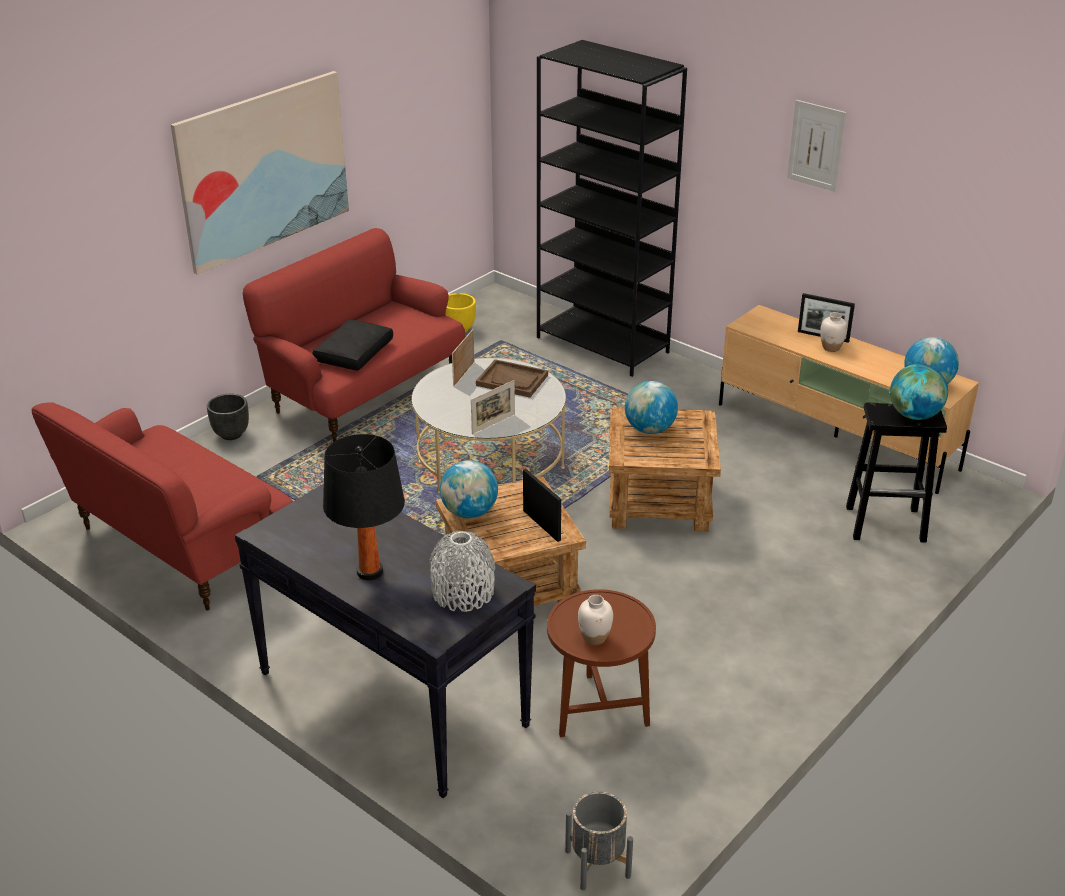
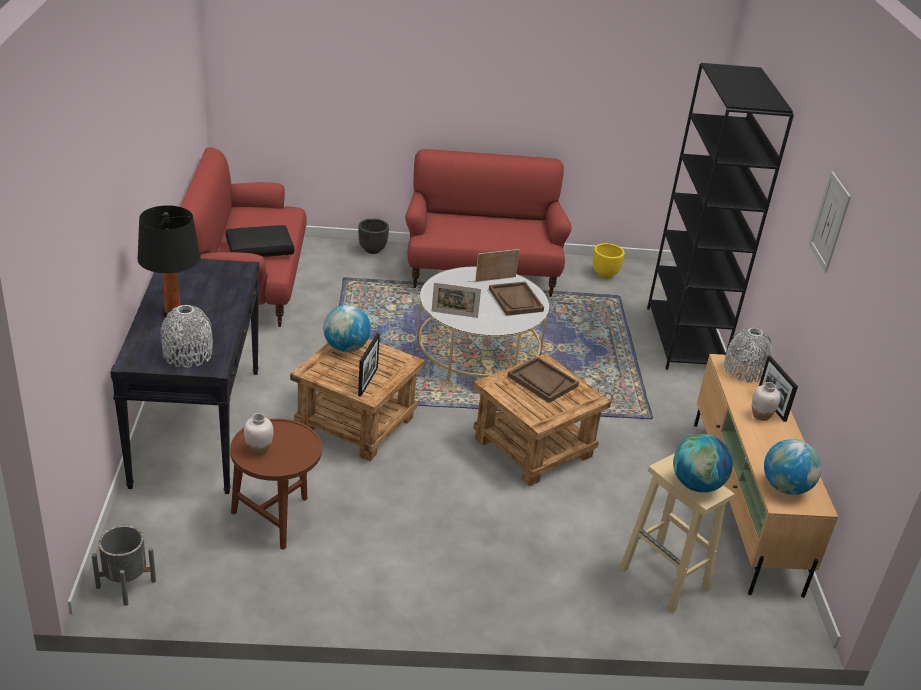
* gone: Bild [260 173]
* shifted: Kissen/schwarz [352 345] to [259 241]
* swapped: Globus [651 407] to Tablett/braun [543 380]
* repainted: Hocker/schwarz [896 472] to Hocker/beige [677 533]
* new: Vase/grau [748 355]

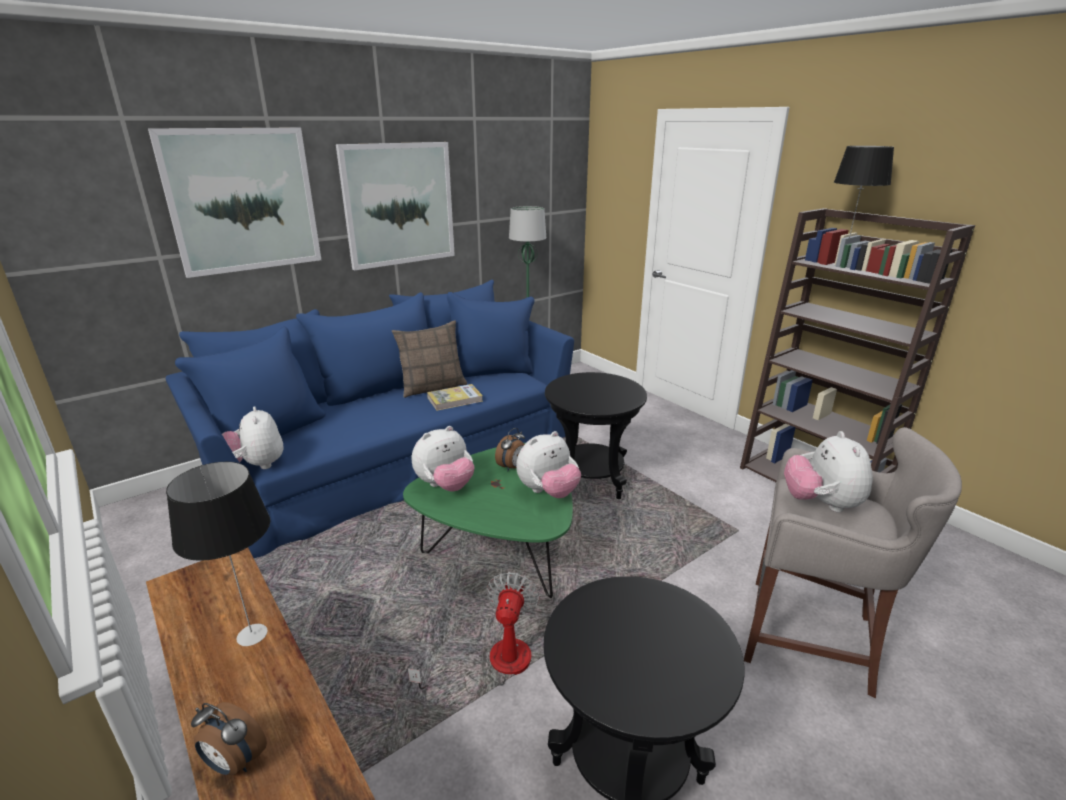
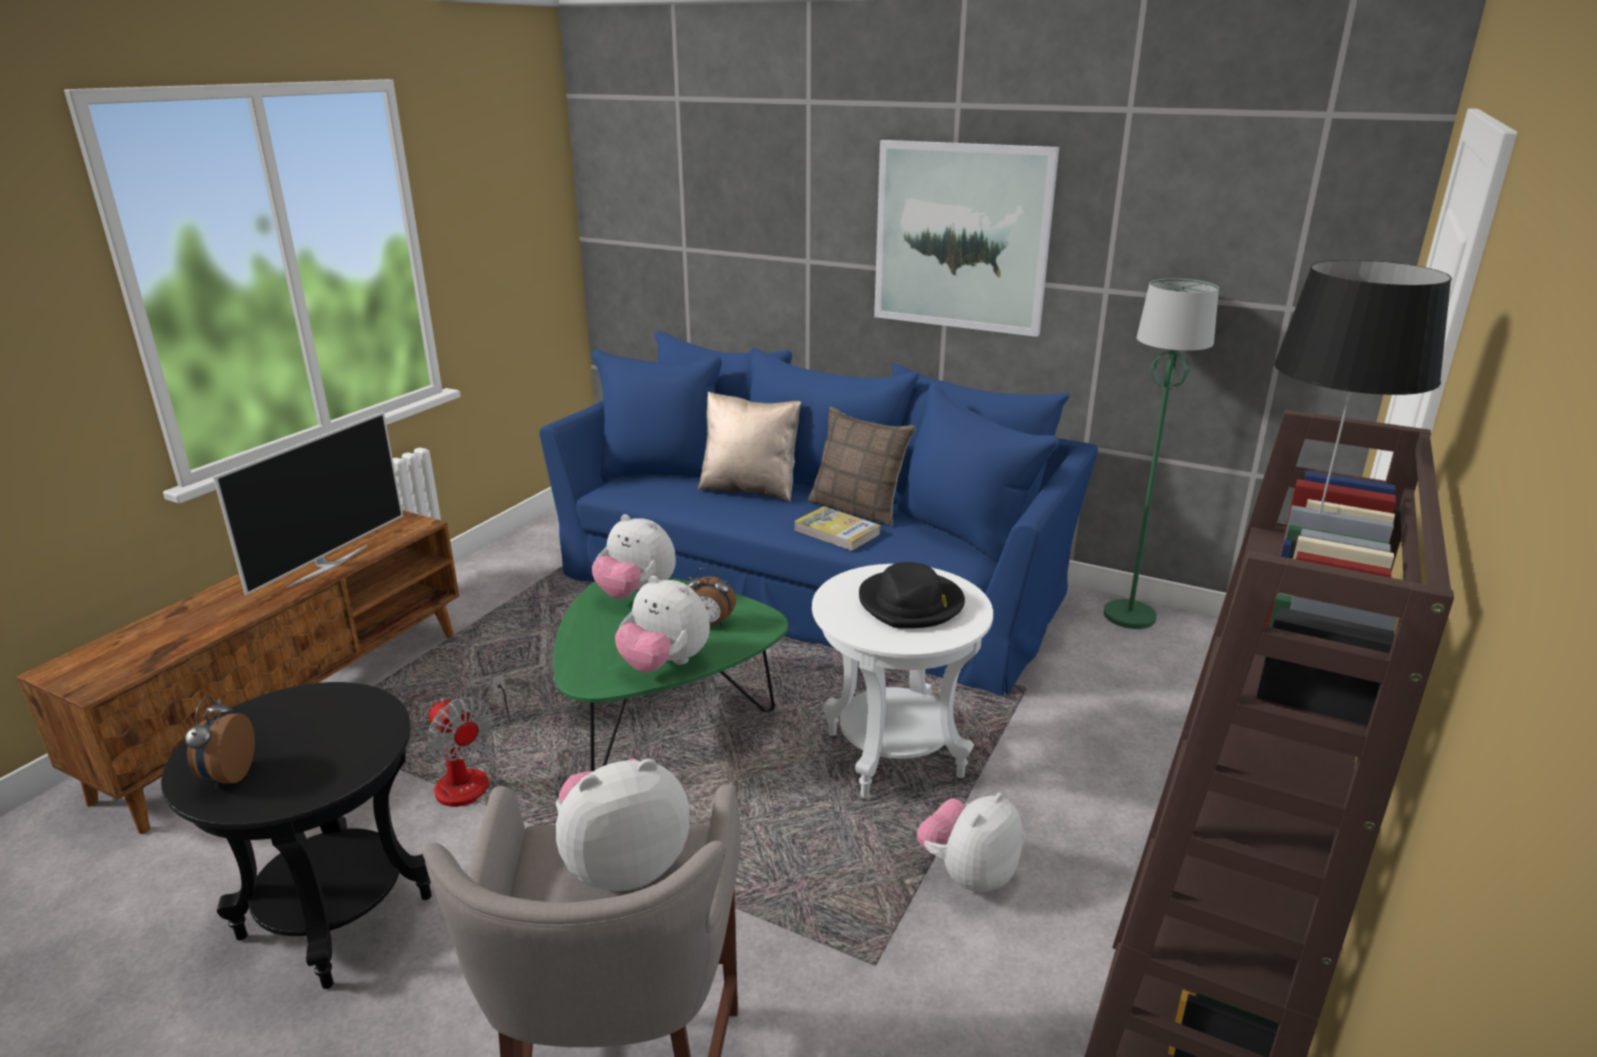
* gone: Bild [234 202]
* repainted: Beistelltisch/schwarz [596 435] to Beistelltisch/weiß [902 680]
* shifted: Plüschtier [253 437] to [970 842]
* swapped: Tischlampe [218 554] to Fernseher [308 503]
* rotated: Ventilator [474 632] = [469 740] 60 degrees clockwise
* shifted: Wecker [229 738] to [220 742]
* new: Kissen/beige [749 446]
* new: Hut/schwarz [912 595]

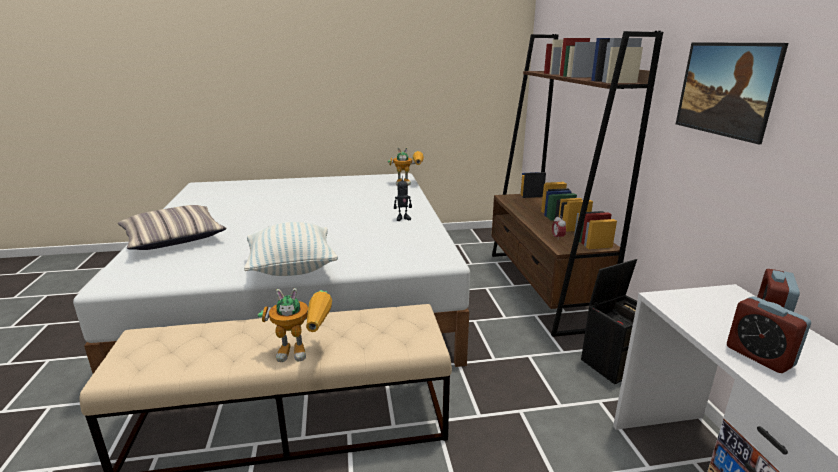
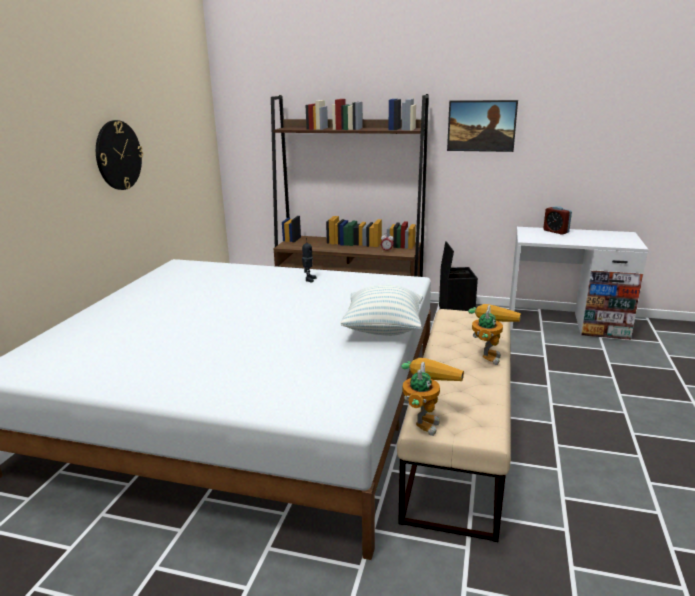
* shifted: Spielzeugroboter [406 166] to [432 397]
* gone: Kissen [172 227]
* gone: Wecker [769 334]
* new: Wanduhr [119 155]

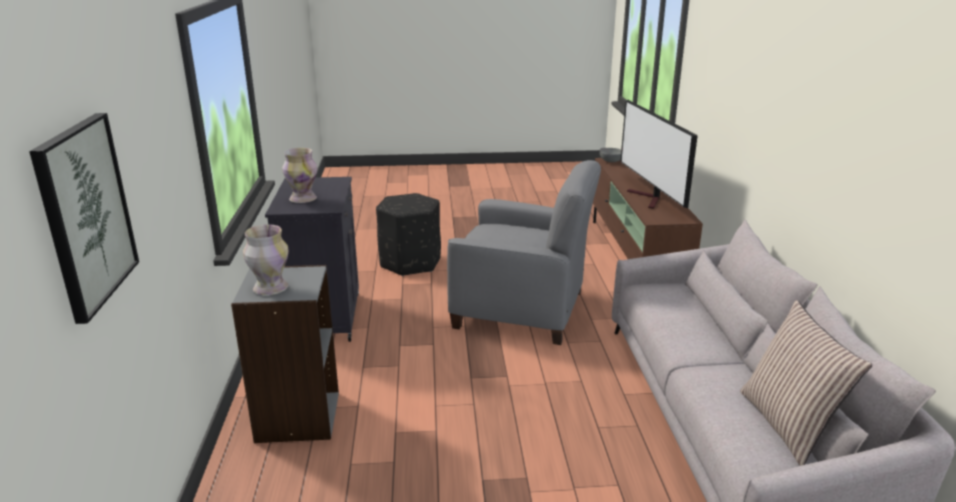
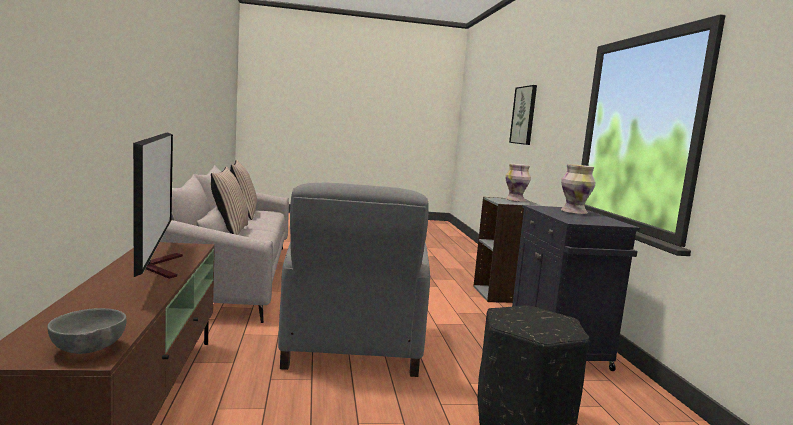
* rotated: Sessel/grau [524 252] = [354 279] 105 degrees counterclockwise
* new: Kissen [229 201]

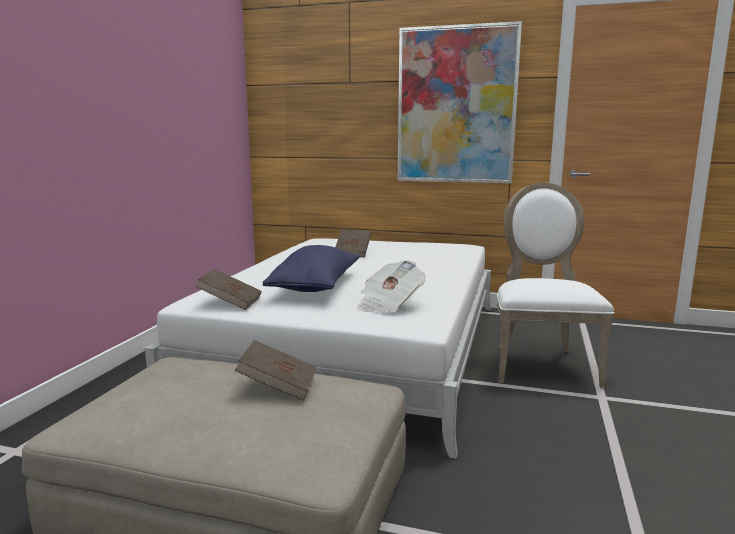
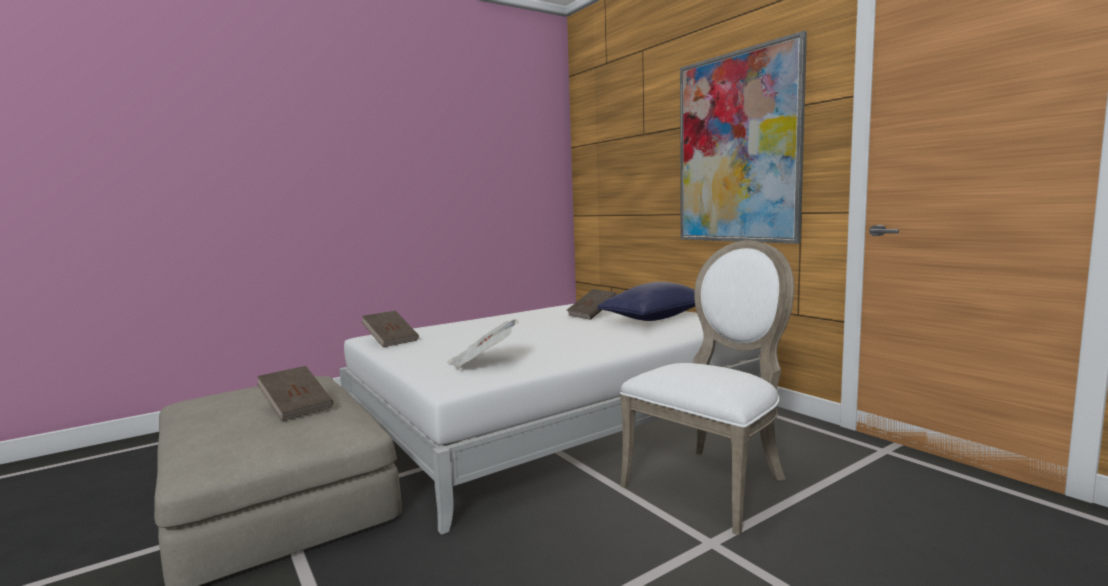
* shifted: Kissen/blau [311 268] to [646 301]

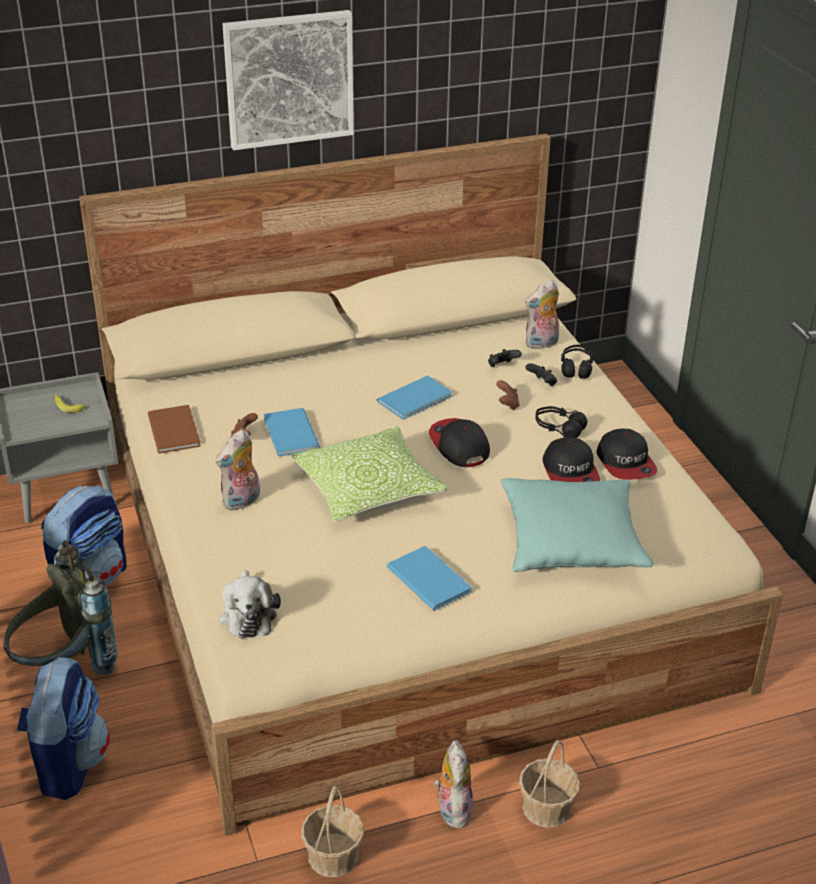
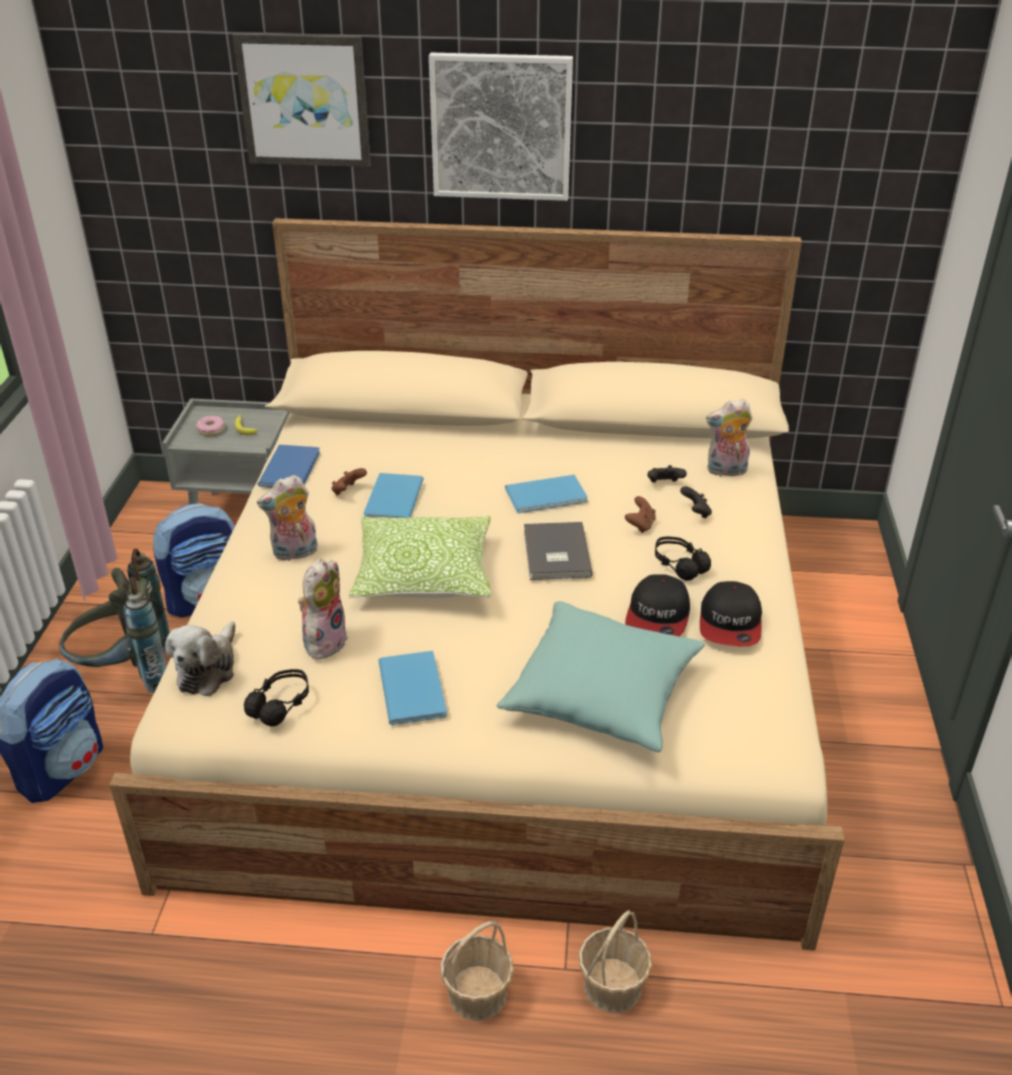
* shifted: Kopfhörer/schwarz [577 362] to [276 697]
* repainted: Buch/braun [174 429] to Buch/blau [289 466]
* swapped: Kappe [459 442] to Buch/grau [558 551]
* shifted: Plüschtier [453 785] to [323 609]
* shifted: Korb [332 831] to [615 961]
* new: Bild [301 100]
* new: Donut [210 426]

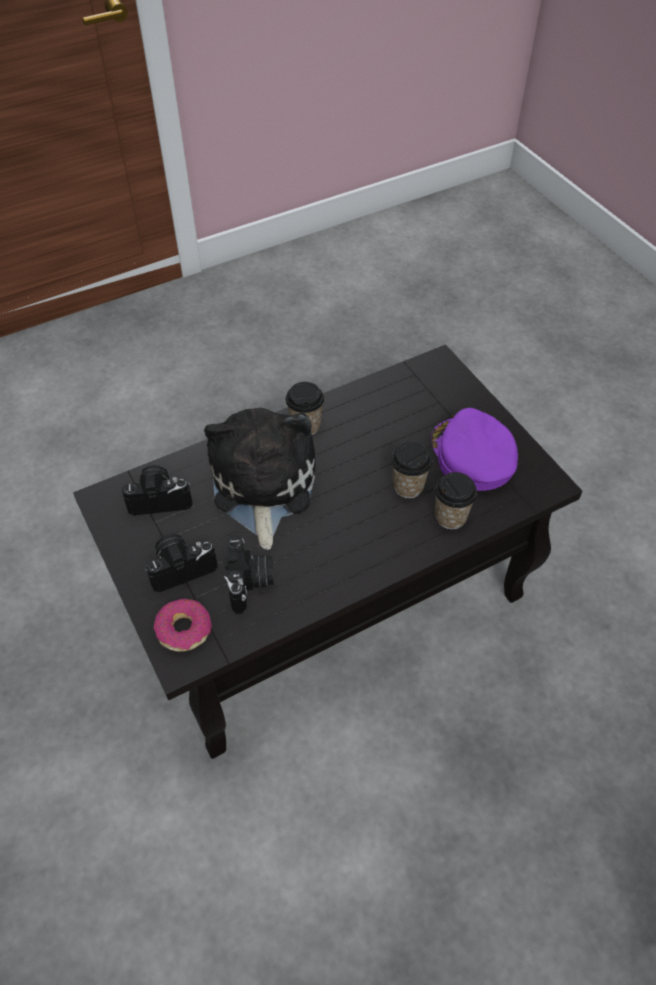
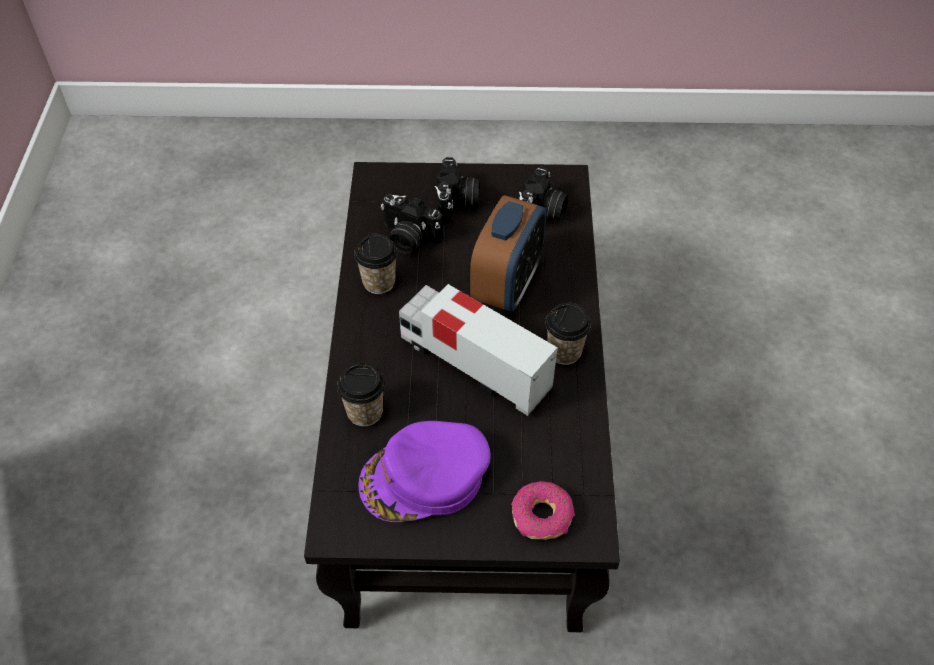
* swapped: Plüschtier [259 478] to Wecker [508 253]
* rotated: Kappe/lila [474 449] = [424 471] 150 degrees clockwise
* shifted: Tasse [411 470] to [375 264]
* shifted: Donut [183 625] to [543 510]
* new: Spielzeuglaster [478 350]

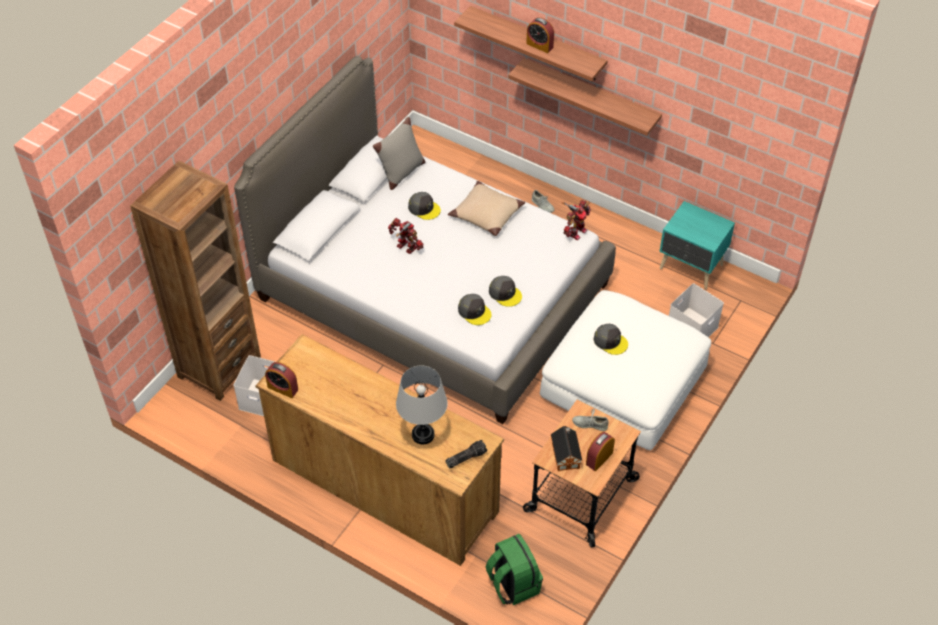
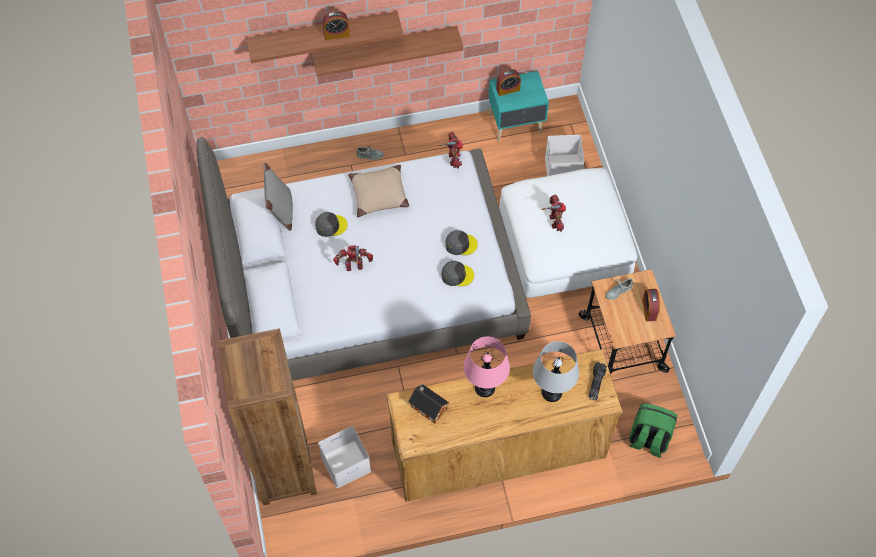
* swapped: Kappe/grau [611 339] to Spielzeugroboter [554 213]
* shifted: Wecker [281 380] to [508 82]
* shifted: Spielzeughaus [567 448] to [428 404]
* new: Tischlampe/rosa [486 367]

